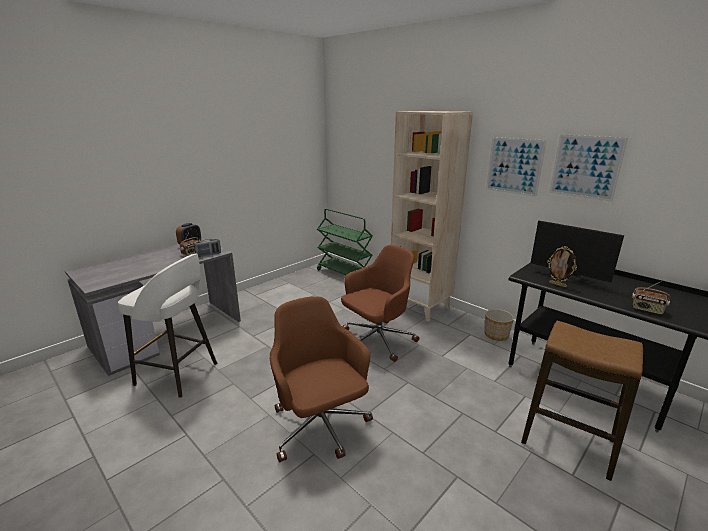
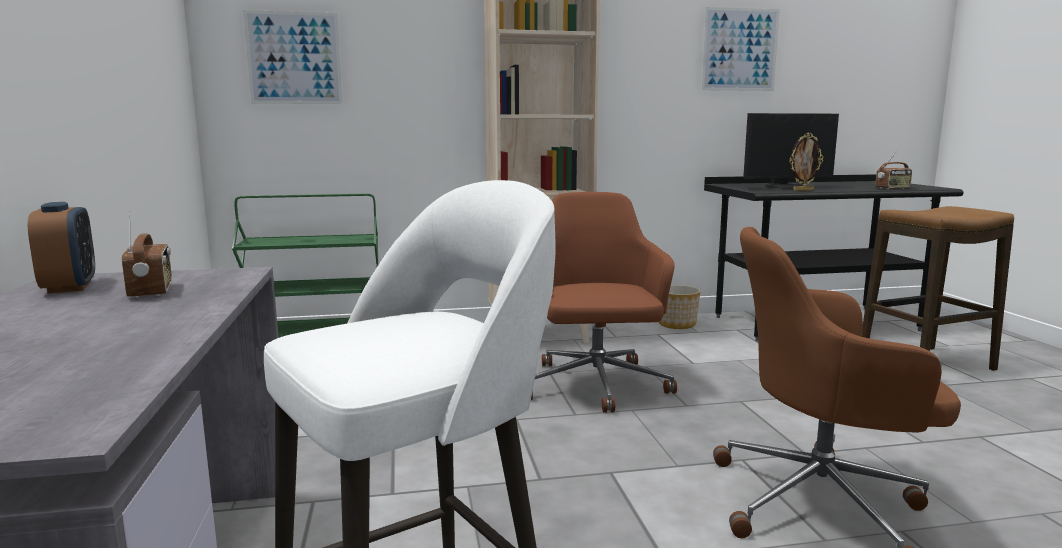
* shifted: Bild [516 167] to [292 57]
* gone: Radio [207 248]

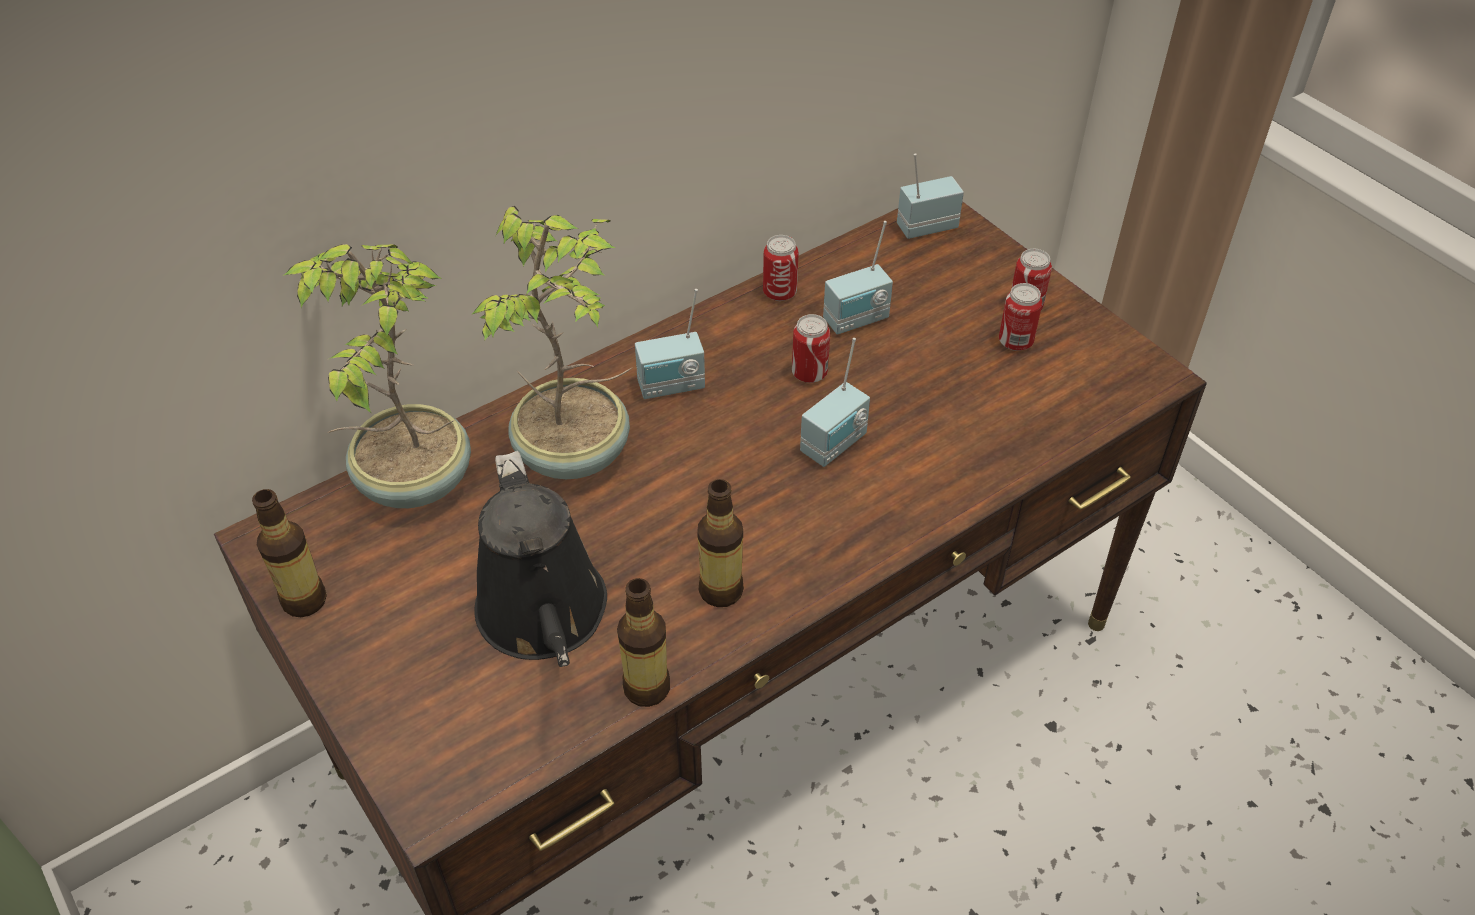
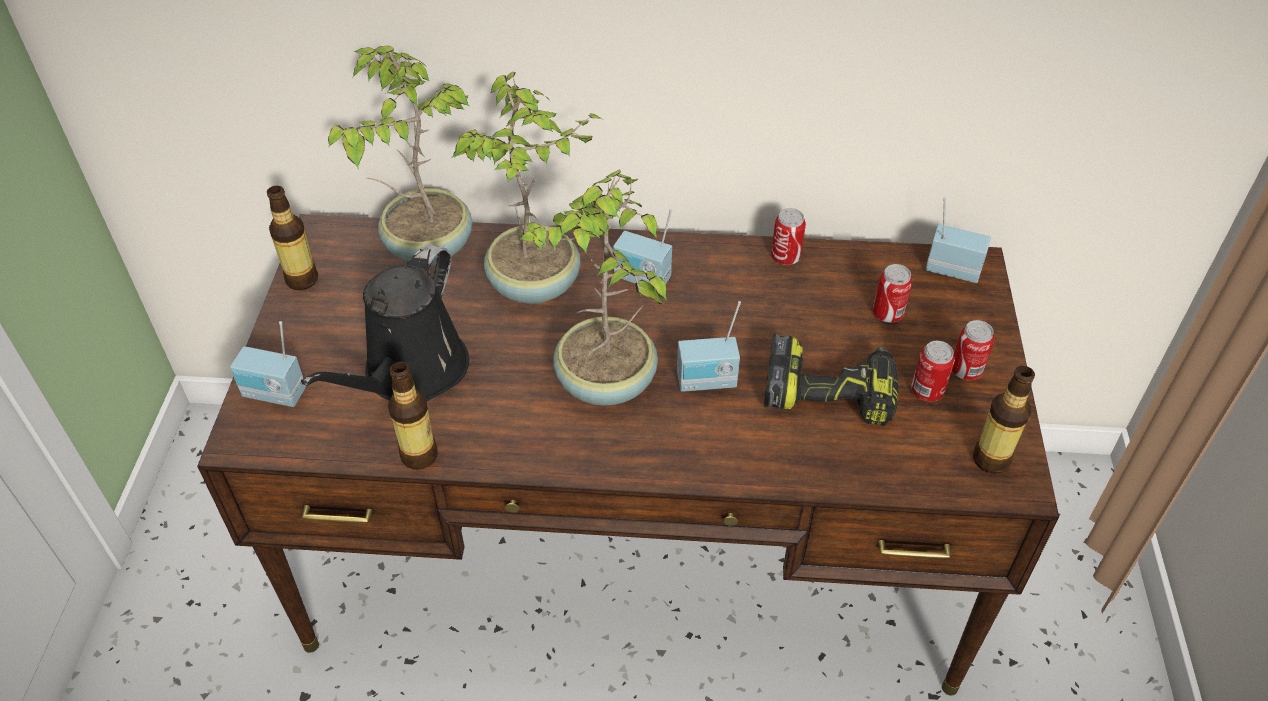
* shifted: Radio [858 278] to [268 364]
* shifted: Dose [811 348] to [892 293]
* shifted: Flasche [720 543] to [1004 420]
* new: Topfpflanze [593 287]
* new: Bohrmaschine [831 380]

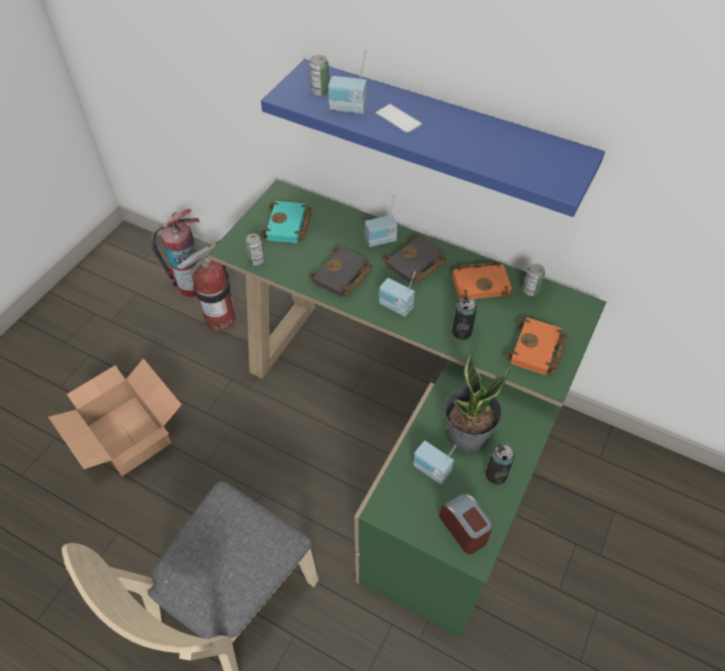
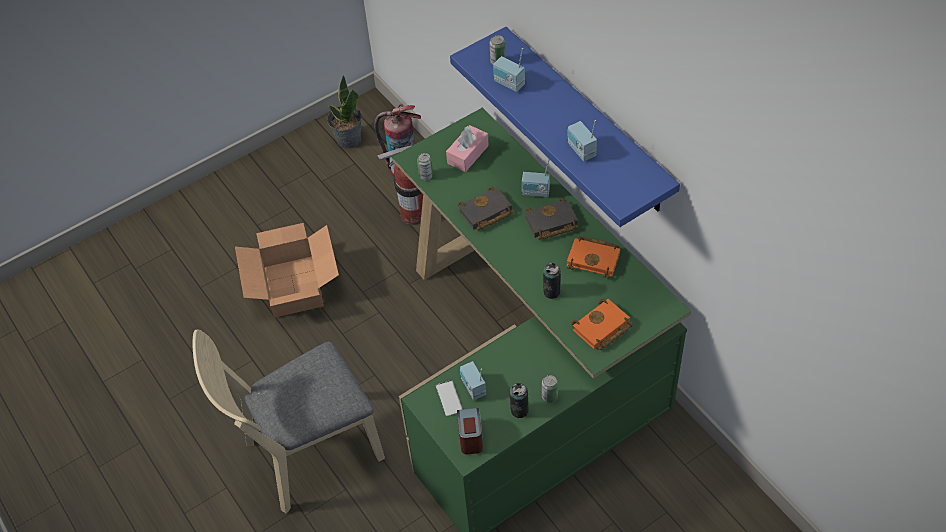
* shifted: Handy [398 118] to [449 398]
* swapped: Buch/türkis [286 222] to Taschentuchbox/rosa [467 148]
* shifted: Dose [533 280] to [550 389]
* shifted: Radio [397 294] to [582 140]
* shifted: Topfpflanze [478 400] to [344 111]

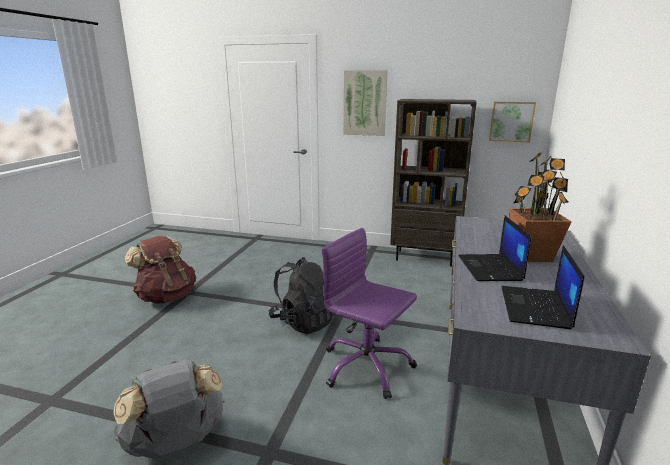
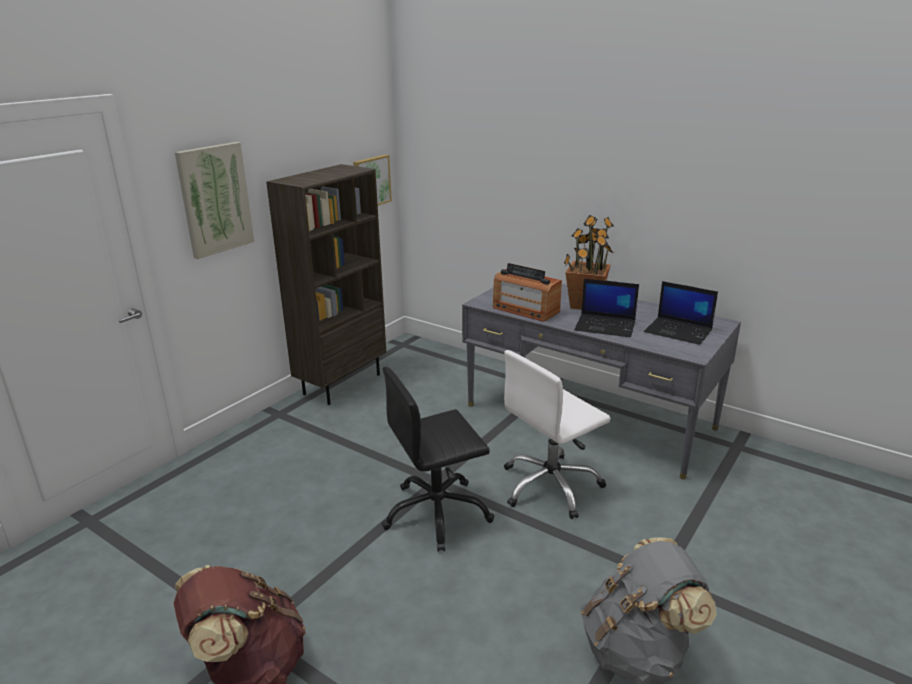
* repainted: Bürostuhl/lila [369 313] to Bürostuhl/weiß [557 434]
* swapped: Rucksack/schwarz [301 295] to Bürostuhl/schwarz [438 459]
* new: Radio [527 292]

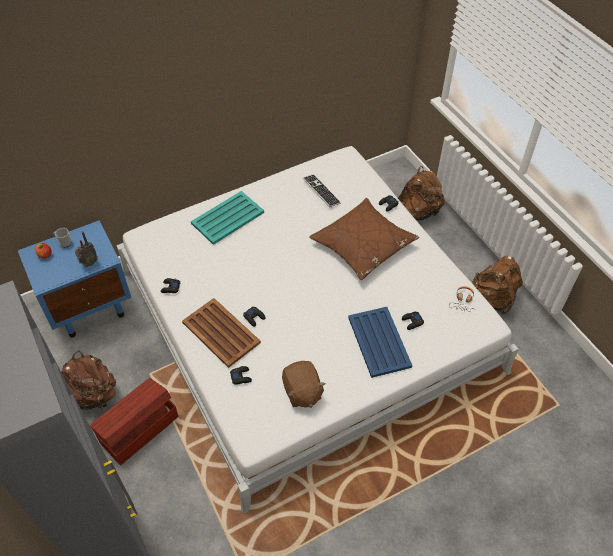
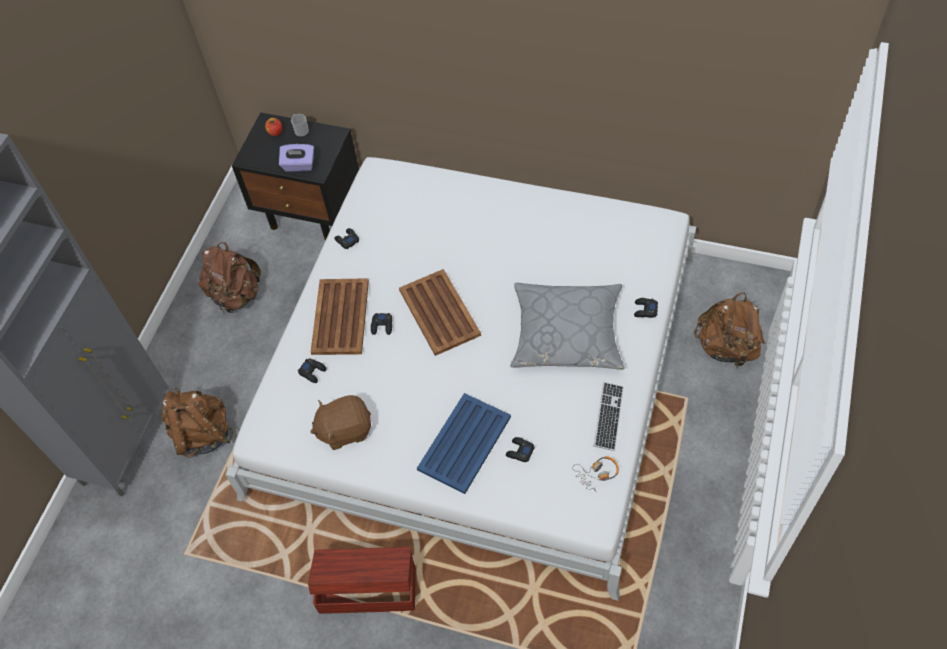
* shifted: Tastatur [321 191] to [609 416]
* gone: Tablett/türkis [227 218]
* repainted: Kissen/braun [364 239] to Kissen/grau [567 326]
* repainted: Nachttisch/blau [75 279] to Nachttisch/schwarz [295 176]
* swapped: Radio [86 249] to Taschentuchbox/lila [296 158]
* shifted: Rucksack/braun [497 285] to [198 423]
* rotated: Plüschtier/braun [304 384] = [340 422] 45 degrees clockwise
* shifted: Aufbewahrungsbox/braun [134 421] to [362 580]
* new: Tablett/braun [440 312]

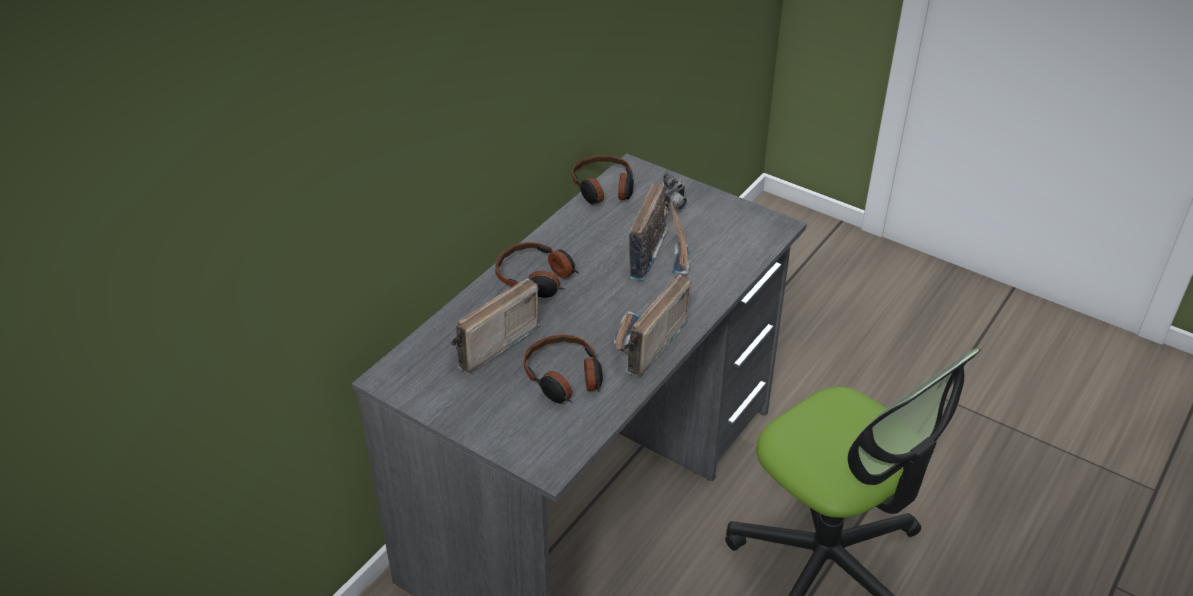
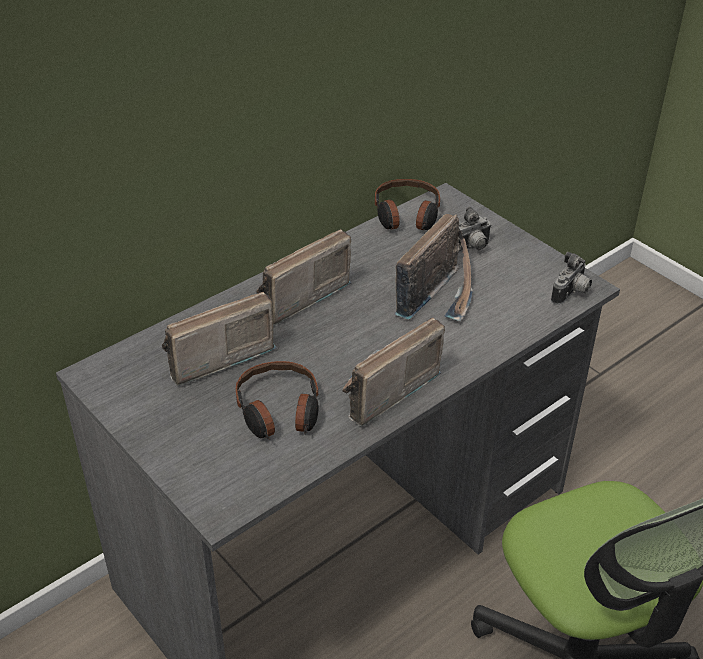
* swapped: Kopfhörer [537 270] to Radio [304 277]
* new: Kamera [571 278]

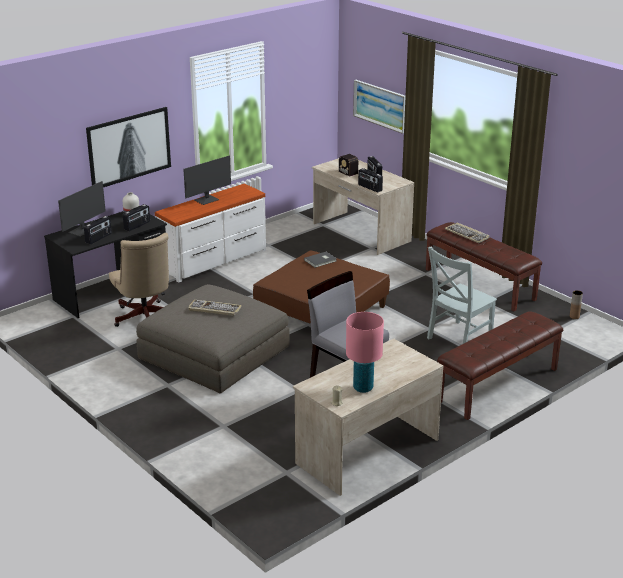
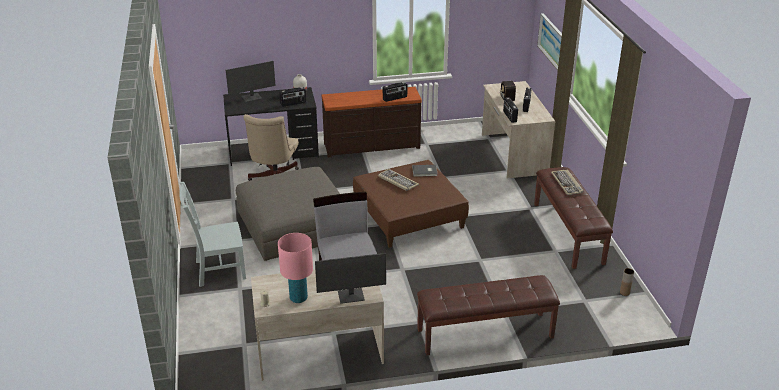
* gone: Bild [128 147]
* shifted: Monitor [207 180] to [350 278]
* repainted: Kommode/weiß [210 233] to Kommode/braun [371 122]
* shifted: Radio [98 230] to [395 92]
* shifted: Stuhl/grau [462 295] to [212 234]
* shifted: Tastatur [215 308] to [398 180]

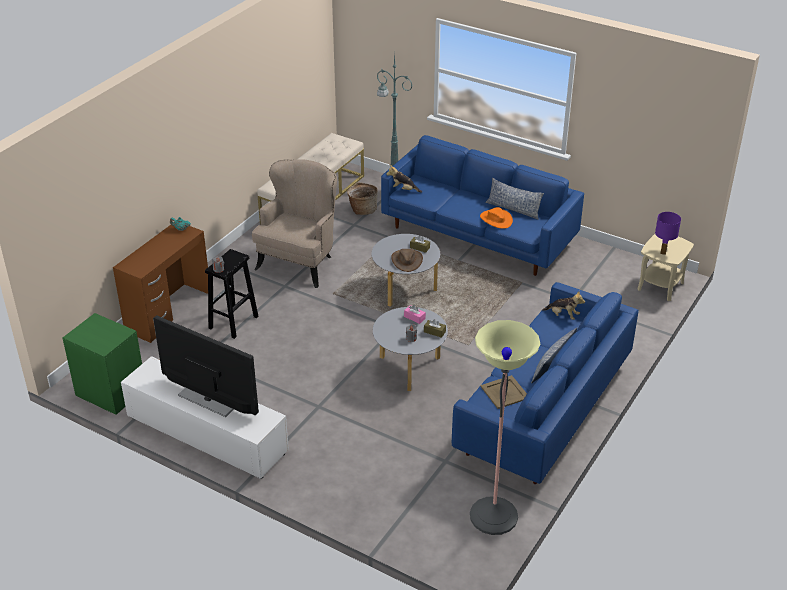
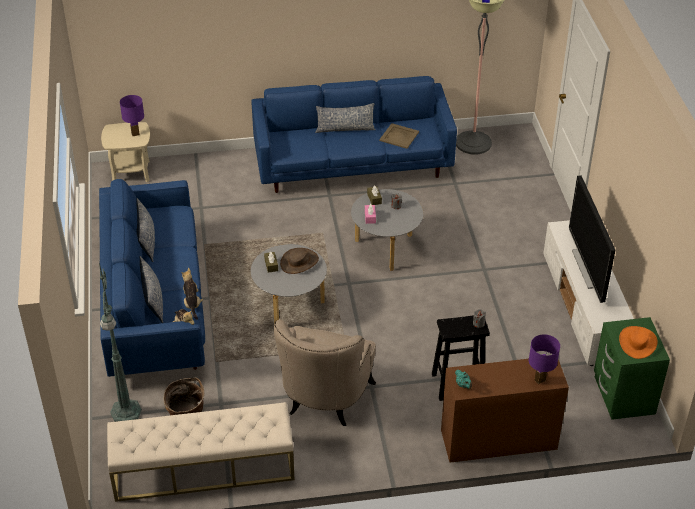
* rotated: Sessel/beige [294 223] = [325 372] 60 degrees counterclockwise
* shifted: Hut/orange [496 218] to [638 342]
* shifted: Plüschtier [563 305] to [192 294]
* new: Kissen [151 289]
* new: Tischlampe/lila [544 359]

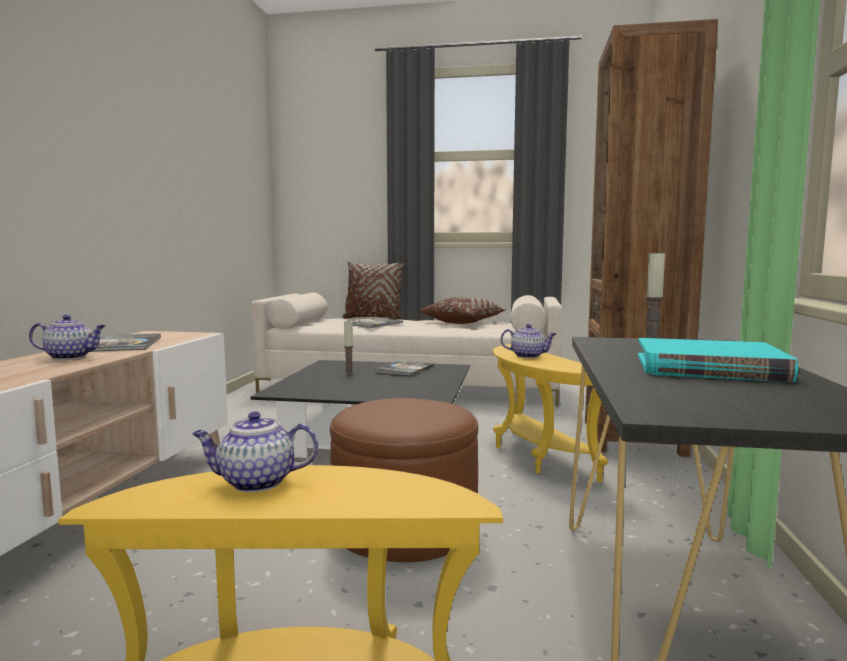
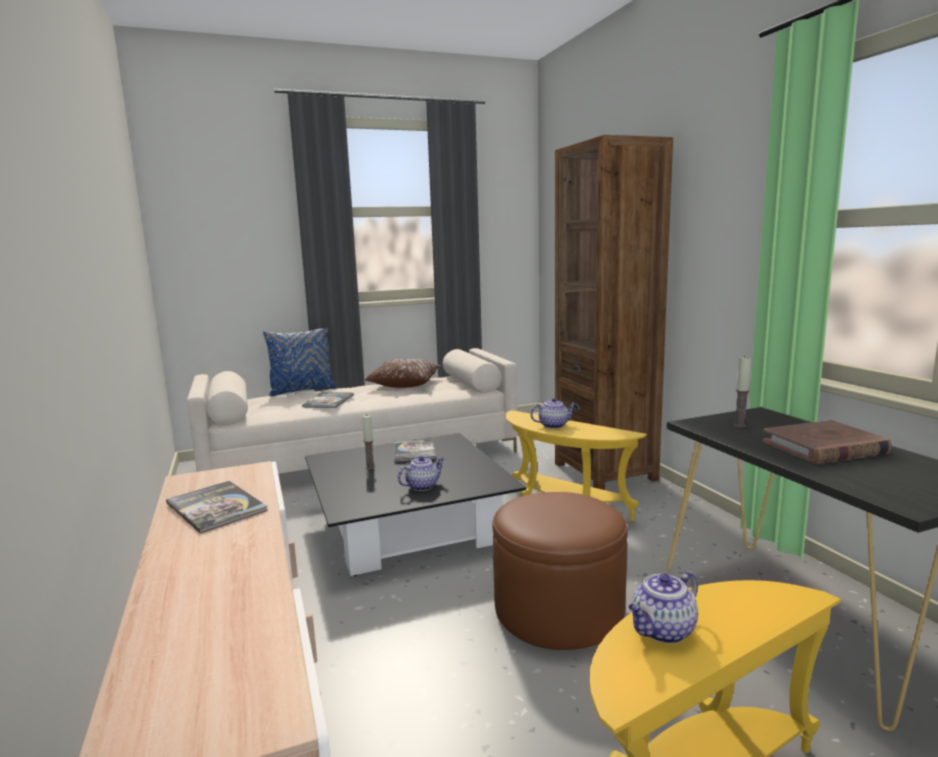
* repainted: Kissen/braun [373 290] to Kissen/blau [299 362]
* shifted: Teekanne [67 337] to [420 473]
* repainted: Buch/türkis [718 360] to Buch/braun [827 442]

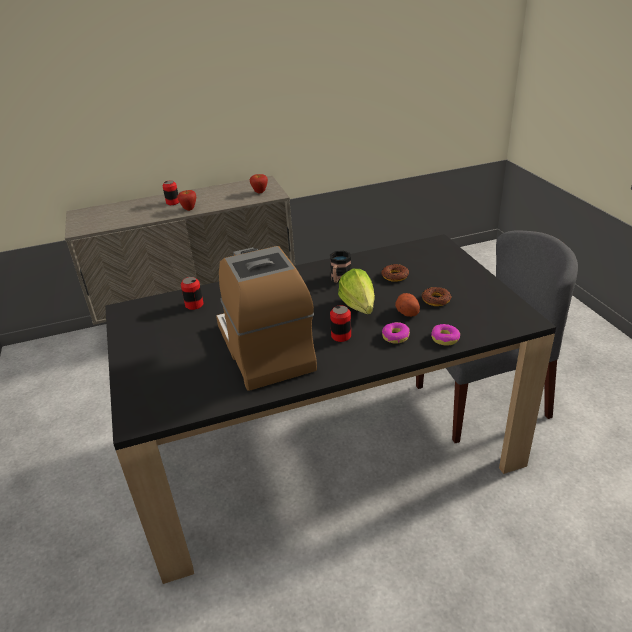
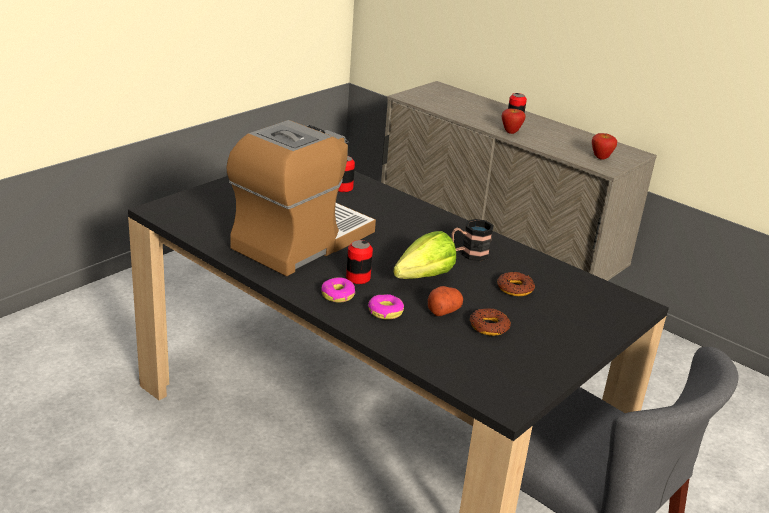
* shifted: Donut [445 335] to [338 289]

